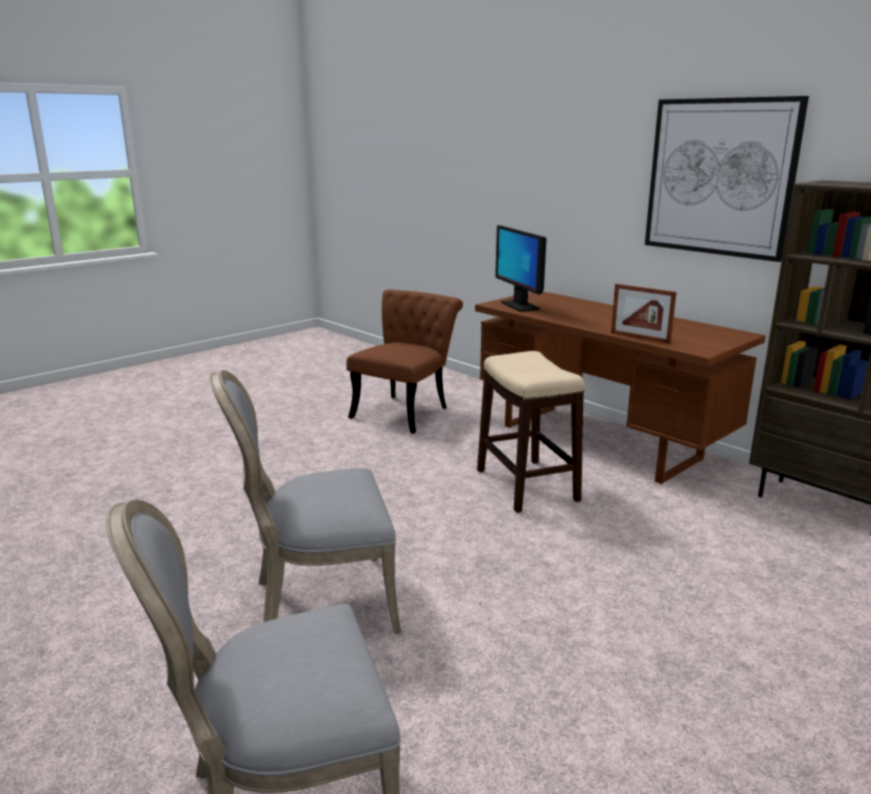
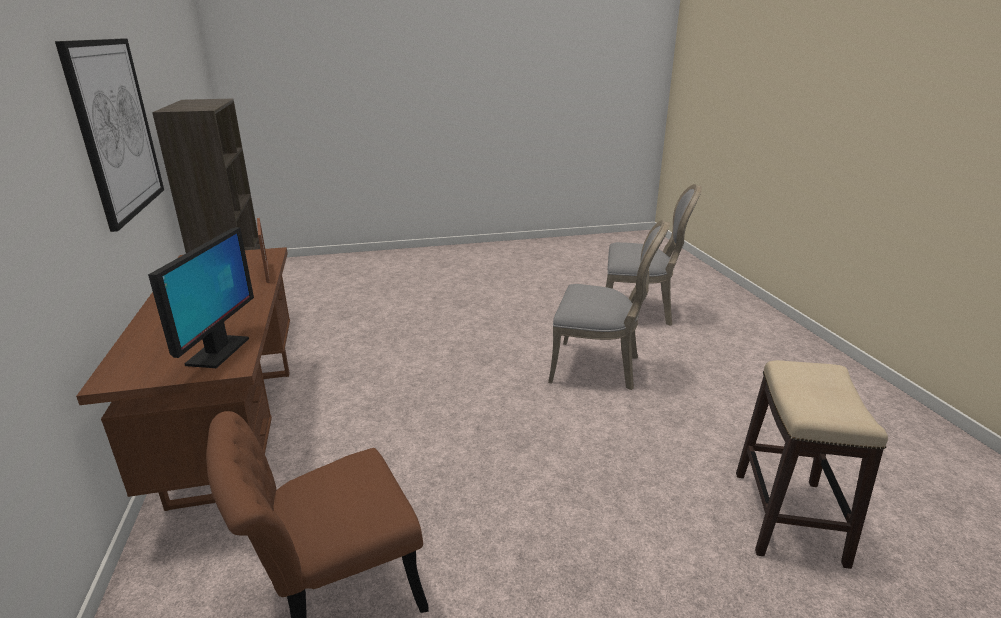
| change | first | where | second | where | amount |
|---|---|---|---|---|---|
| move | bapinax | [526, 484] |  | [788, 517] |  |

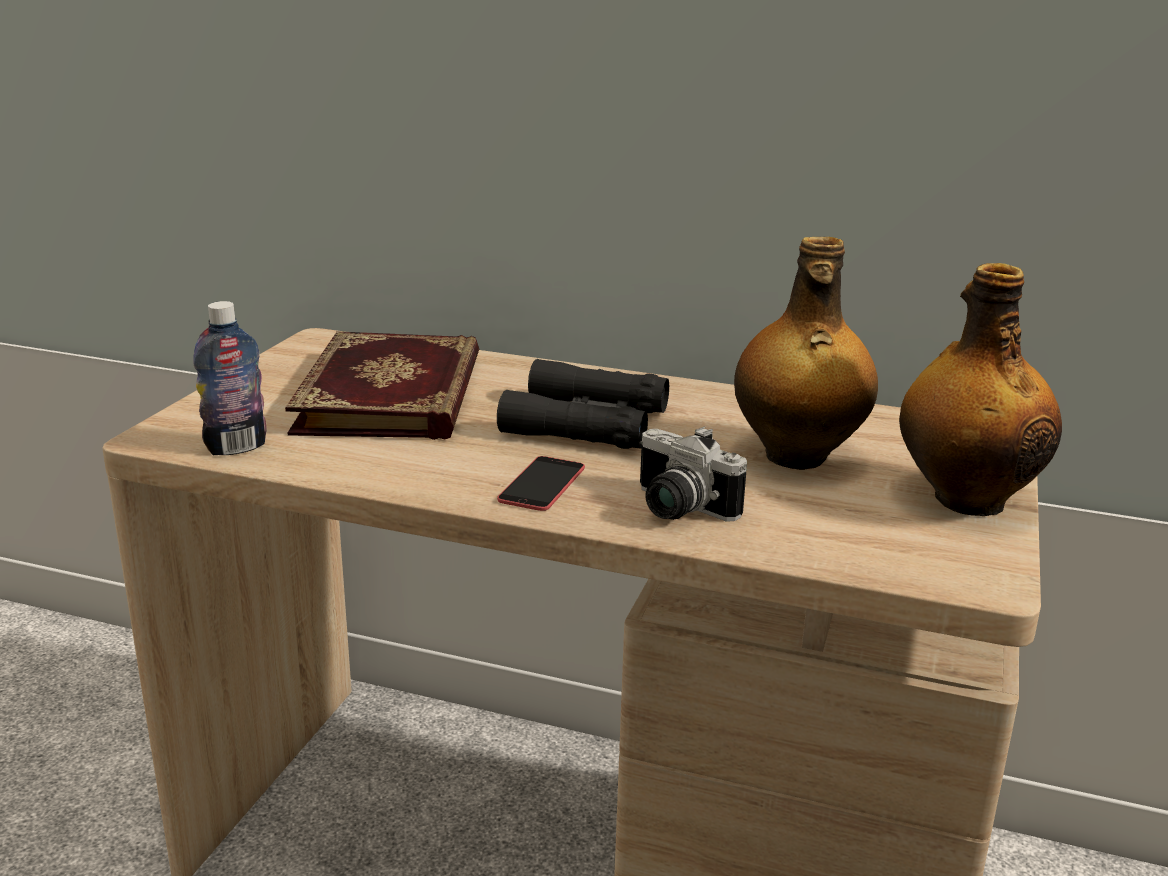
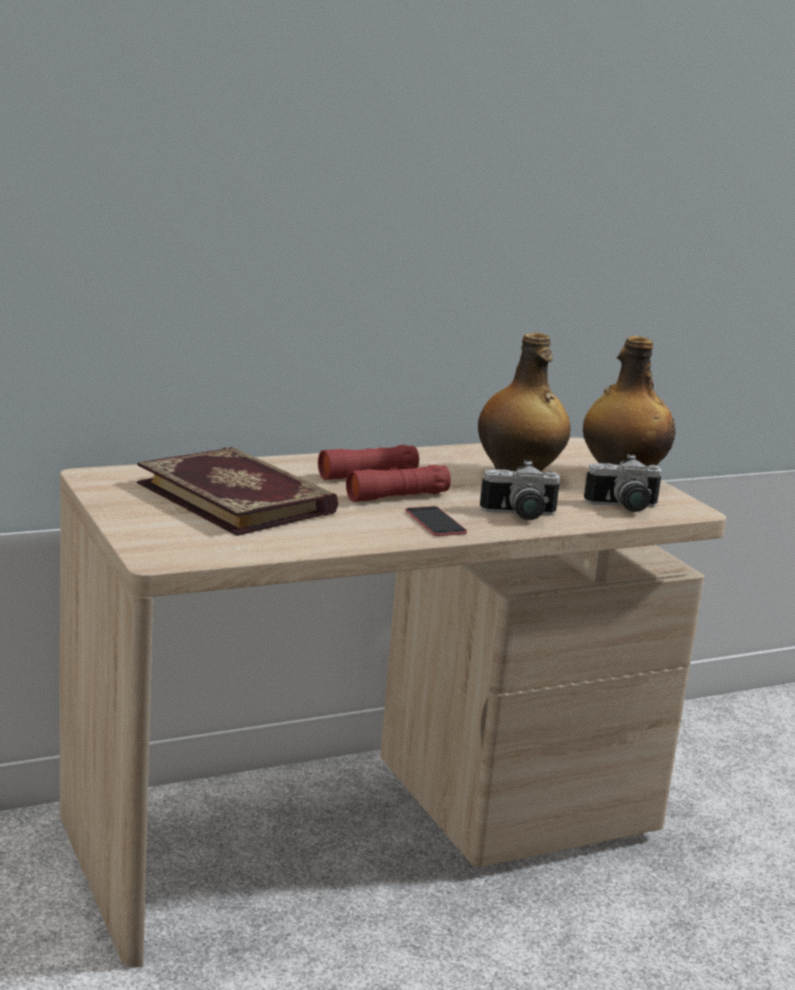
| change | first | where | second | where | amount |
|---|---|---|---|---|---|
| delete | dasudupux | [236, 447] |  |  |  |
| recolor | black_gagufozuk | [585, 422] | red_gagufozuk | [382, 486] |  |
| insert |  |  | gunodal | [624, 508] |  |

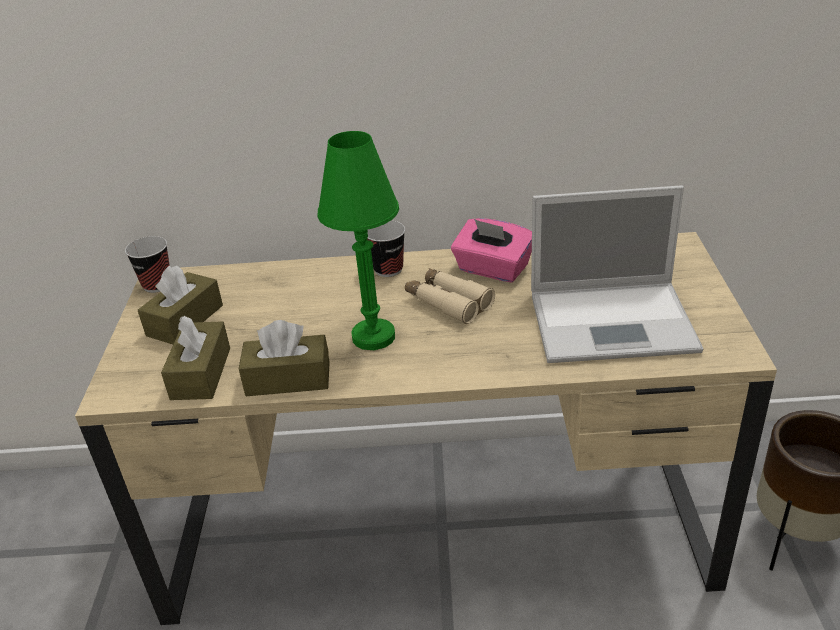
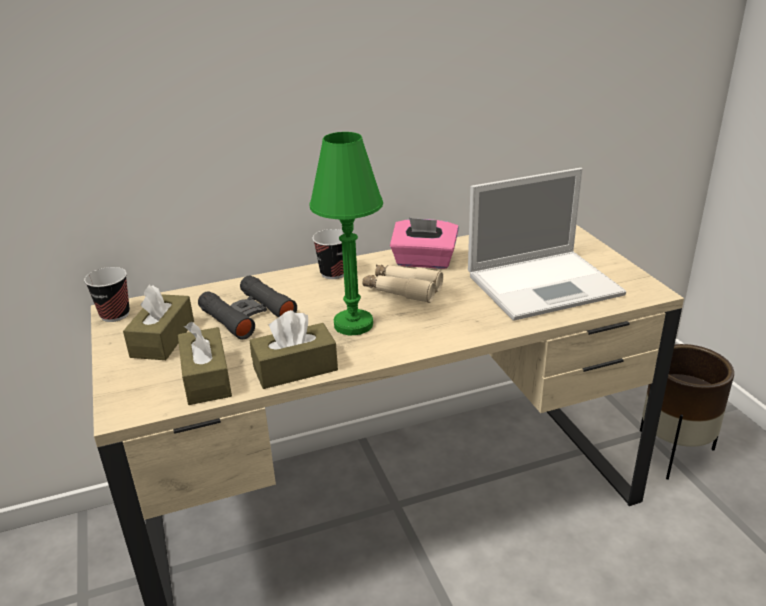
| change | first | where | second | where | amount |
|---|---|---|---|---|---|
| insert |  |  | black_gagufozuk | [248, 314] |  |

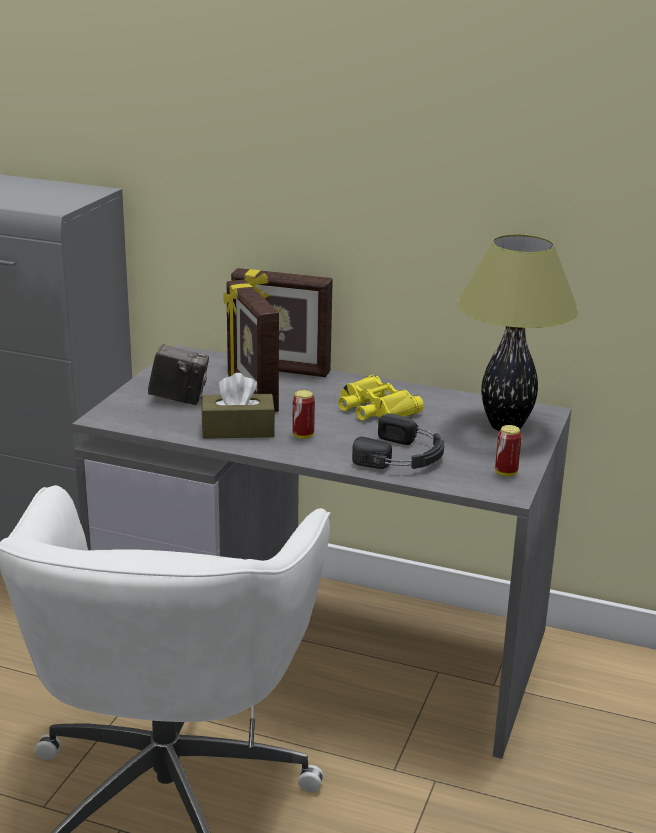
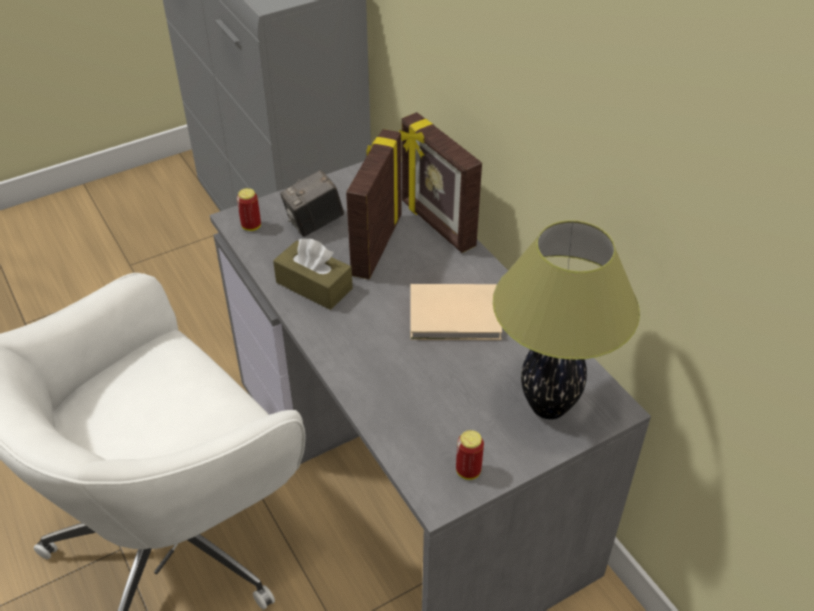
| change | first | where | second | where | amount |
|---|---|---|---|---|---|
| rotate | gunodal | [179, 399] |  | [314, 223] | 105 degrees clockwise |
| replace | yellow_gagufozuk | [375, 408] | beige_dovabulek | [457, 316] |  |
| move | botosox | [303, 436] |  | [251, 226] |  |
| delete | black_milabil | [403, 456] |  |  |  |

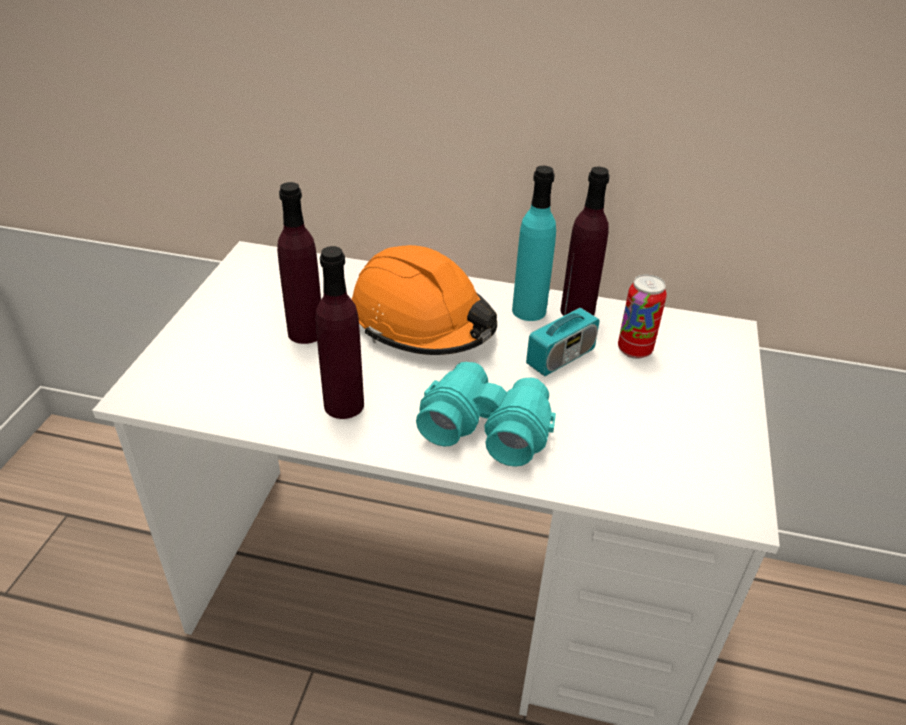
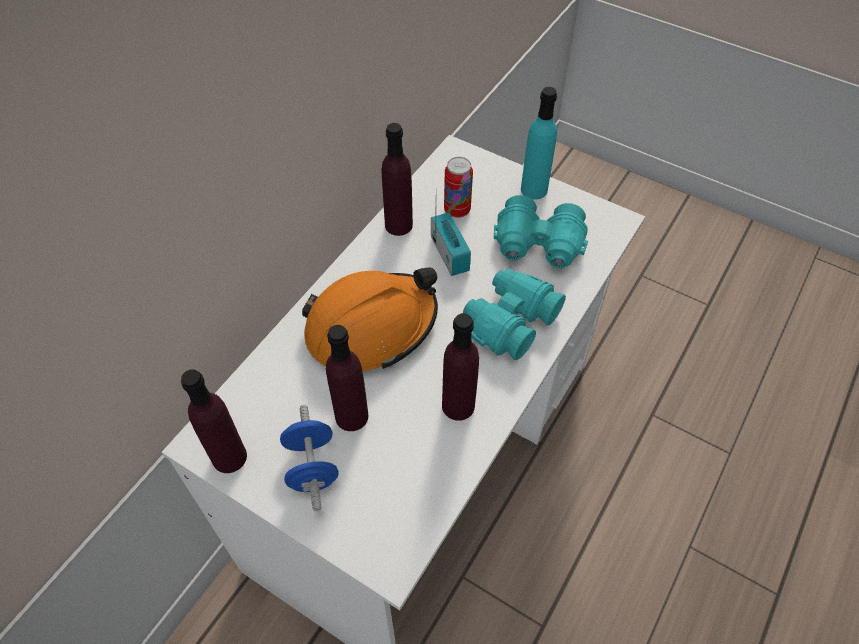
| change | first | where | second | where | amount |
|---|---|---|---|---|---|
| move | turquoise_dasudupux | [529, 310] |  | [534, 189] |  |
| insert |  |  | turquoise_gagufozuk | [538, 246] |  |
| insert |  |  | purple_dasudupux | [229, 457] |  |
| insert |  |  | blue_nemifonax | [312, 467] |  |

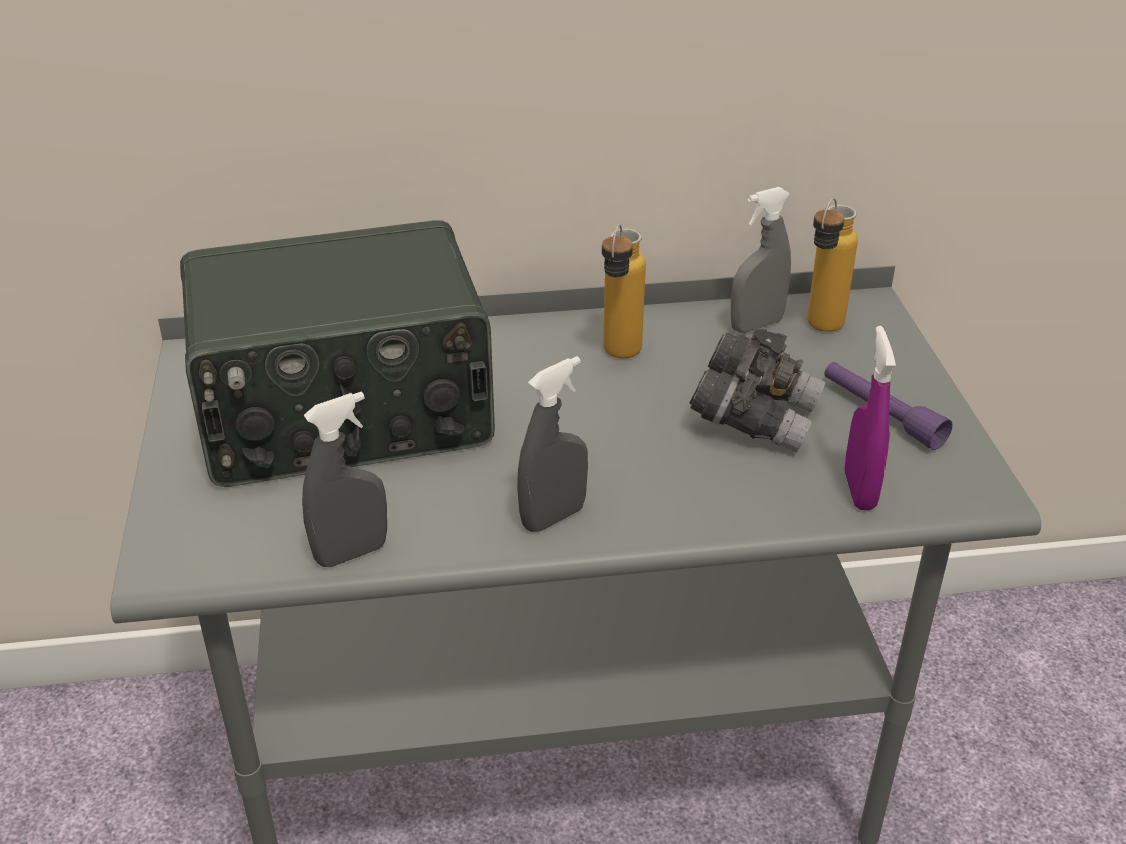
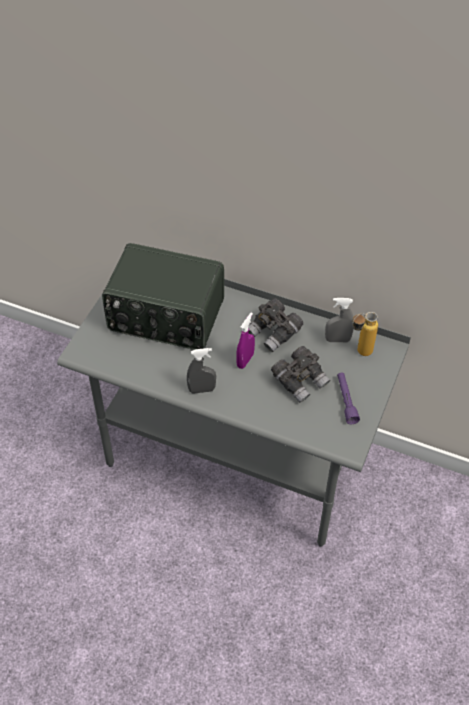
| change | first | where | second | where | amount |
|---|---|---|---|---|---|
| replace | dasudupux | [618, 358] | grey_gagufozuk | [274, 333] |  |
| move | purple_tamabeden | [859, 491] |  | [245, 360] |  |
| delete | grey_tamabeden | [351, 553] |  |  |  |

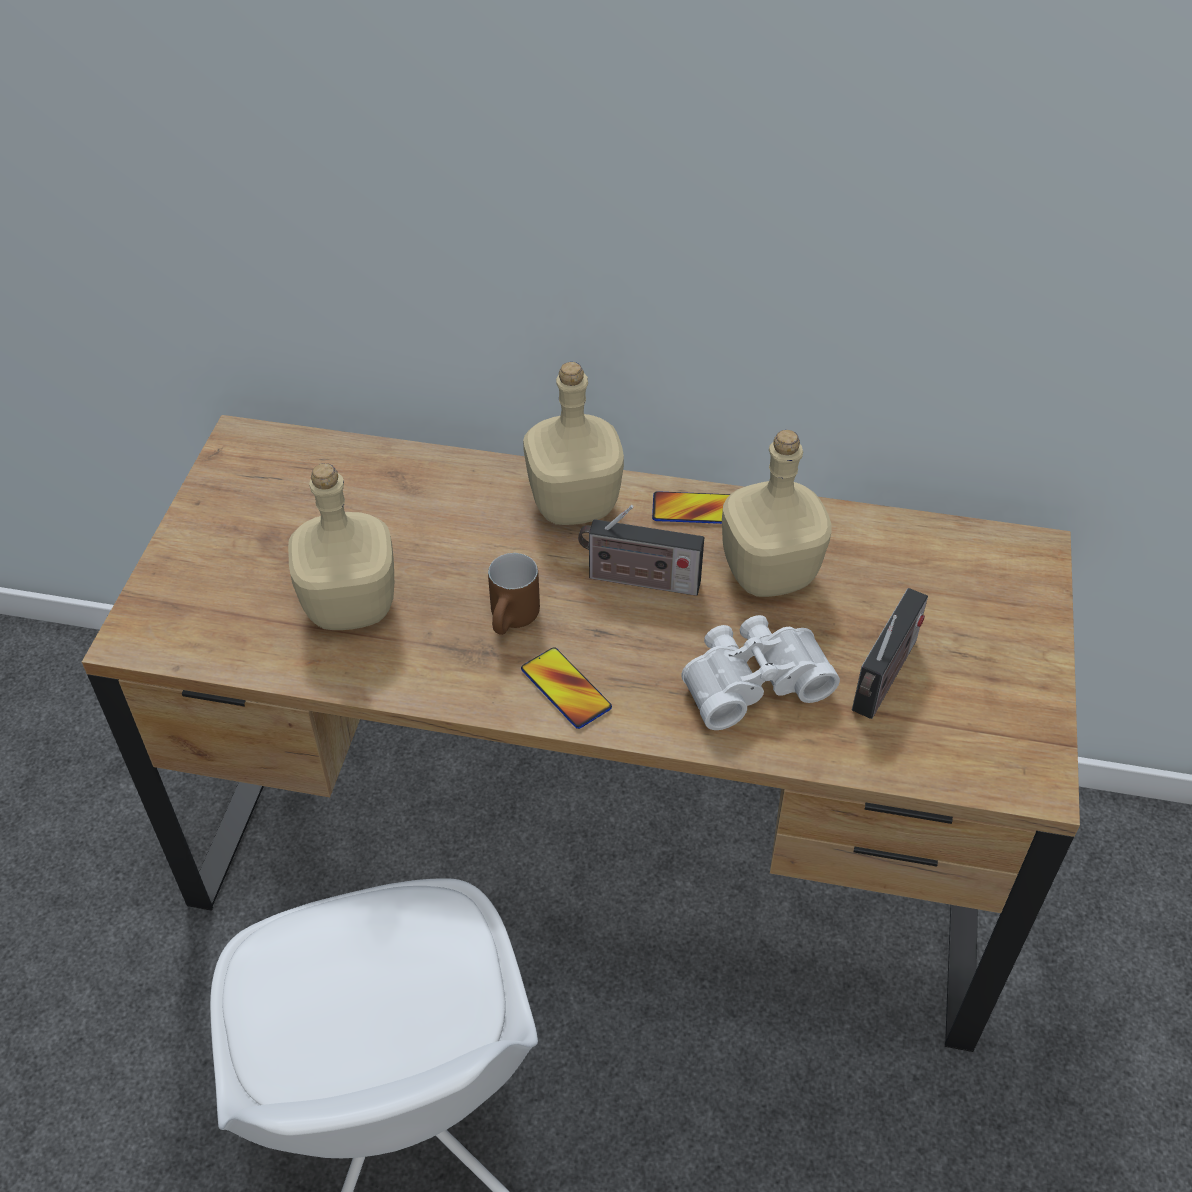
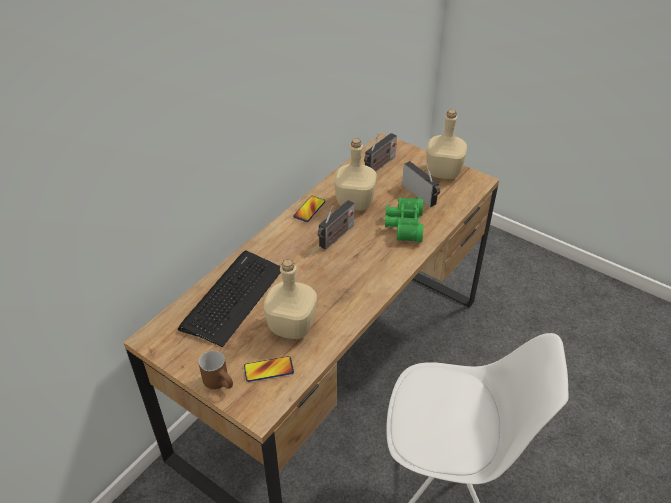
| change | first | where | second | where | amount |
|---|---|---|---|---|---|
| move | beige_dasudupux | [573, 503] |  | [442, 172] |  |
| move | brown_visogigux | [515, 622] |  | [221, 382] |  |
| recolor | white_gagufozuk | [752, 680] | green_gagufozuk | [403, 225] |  |
| move | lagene | [566, 689] |  | [269, 369] |  |
| insert |  |  | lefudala | [379, 165] |  |
| insert |  |  | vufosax | [233, 297] |  |

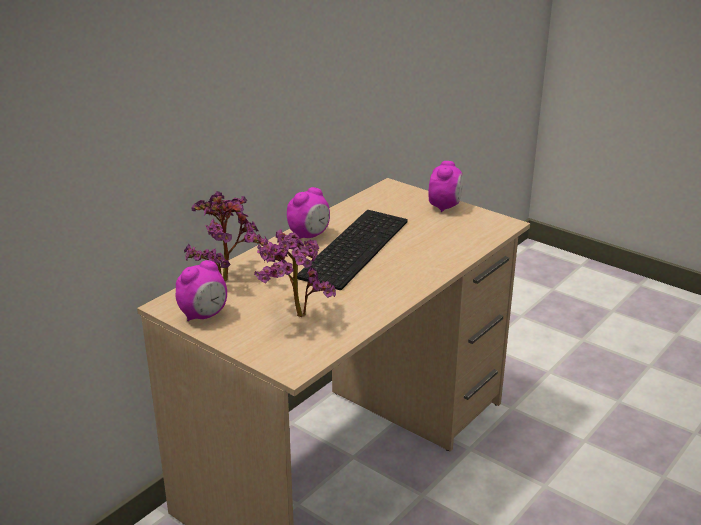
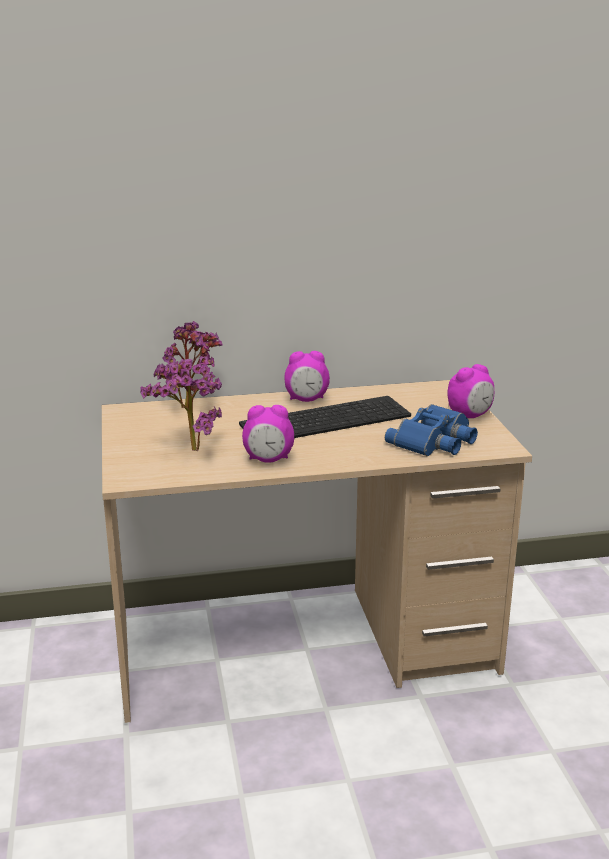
| change | first | where | second | where | amount |
|---|---|---|---|---|---|
| move | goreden | [204, 315] |  | [268, 460] |  |
| insert |  |  | blue_gagufozuk | [435, 441] |  |

